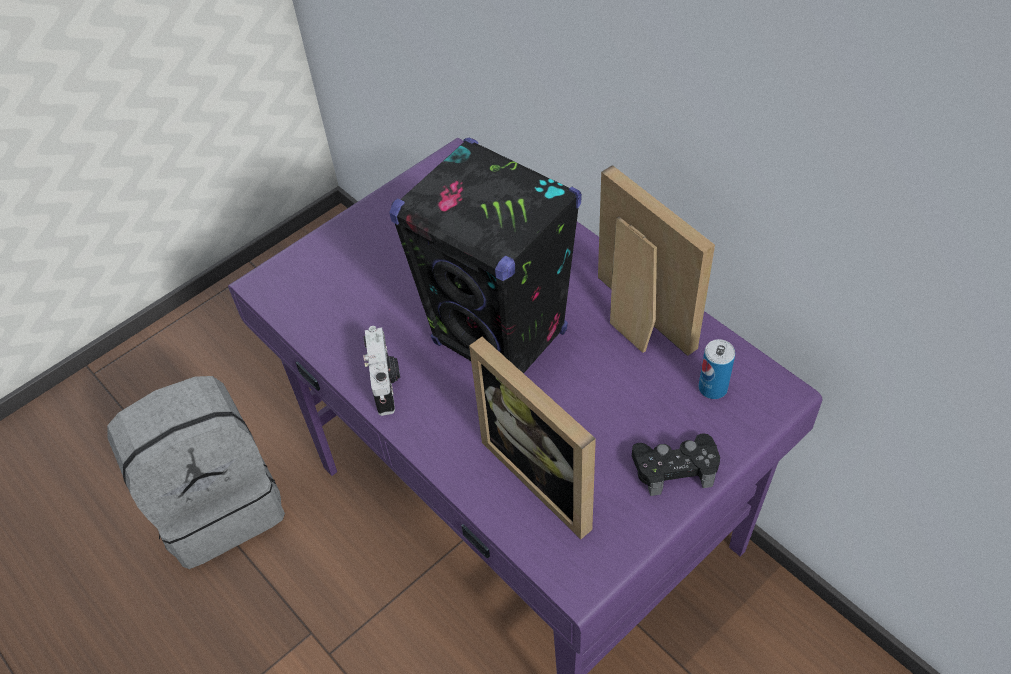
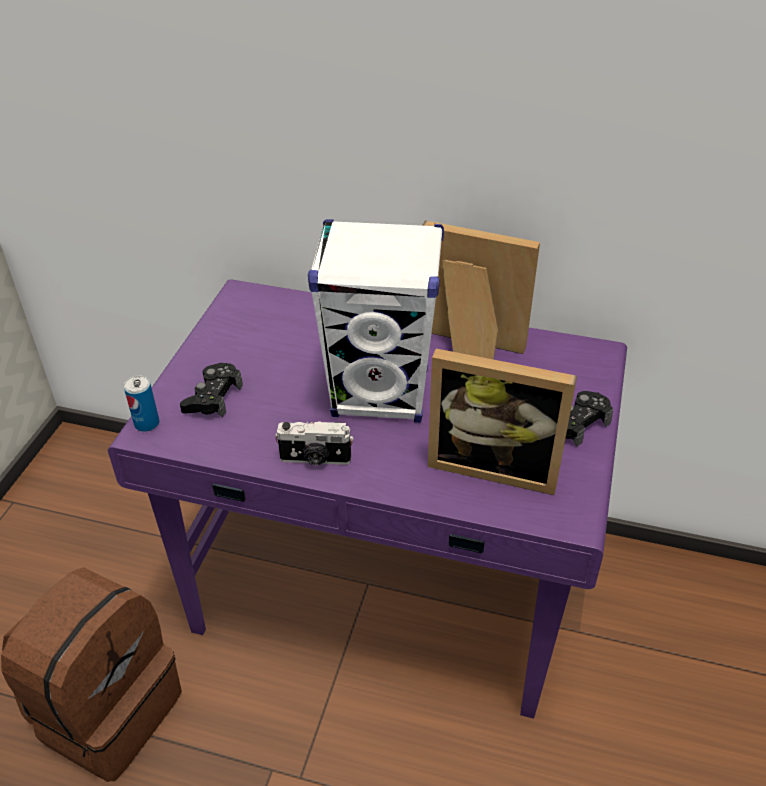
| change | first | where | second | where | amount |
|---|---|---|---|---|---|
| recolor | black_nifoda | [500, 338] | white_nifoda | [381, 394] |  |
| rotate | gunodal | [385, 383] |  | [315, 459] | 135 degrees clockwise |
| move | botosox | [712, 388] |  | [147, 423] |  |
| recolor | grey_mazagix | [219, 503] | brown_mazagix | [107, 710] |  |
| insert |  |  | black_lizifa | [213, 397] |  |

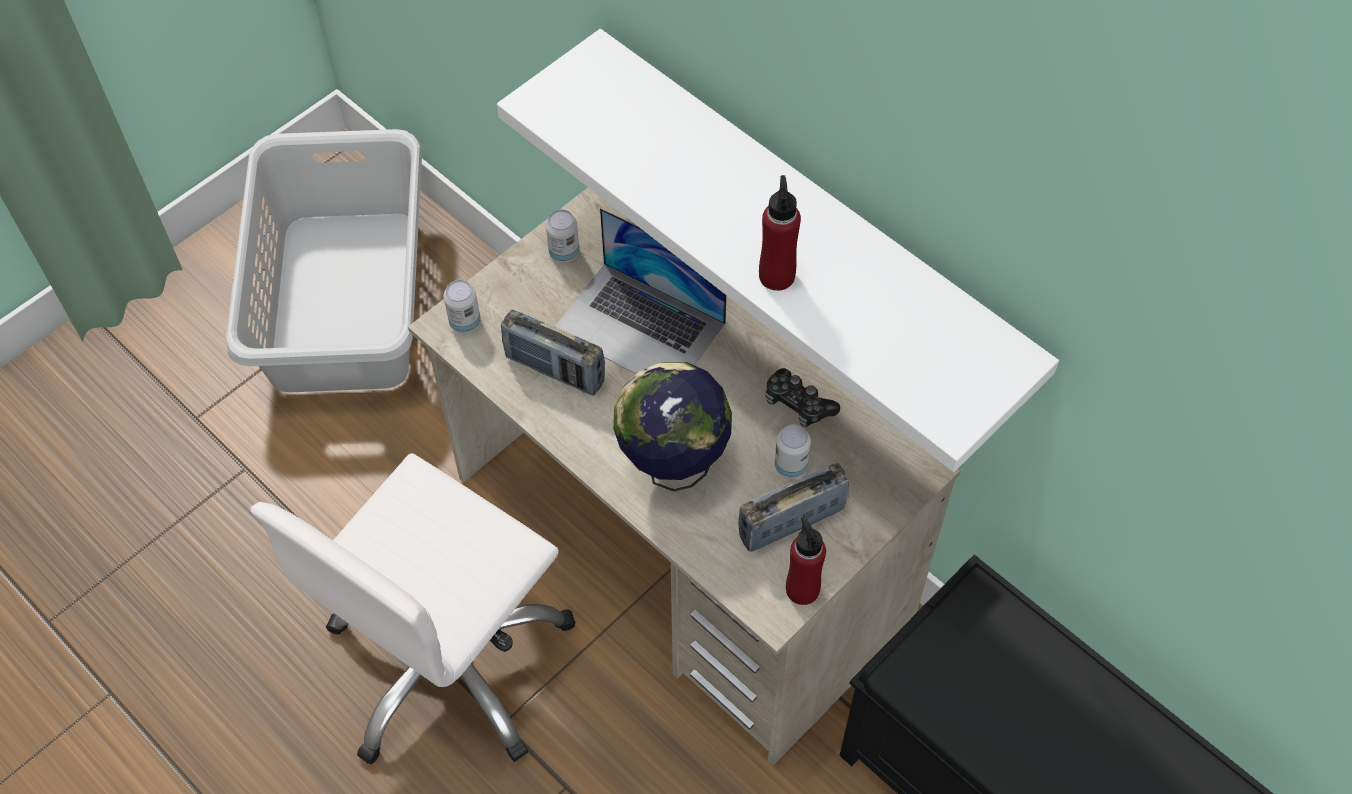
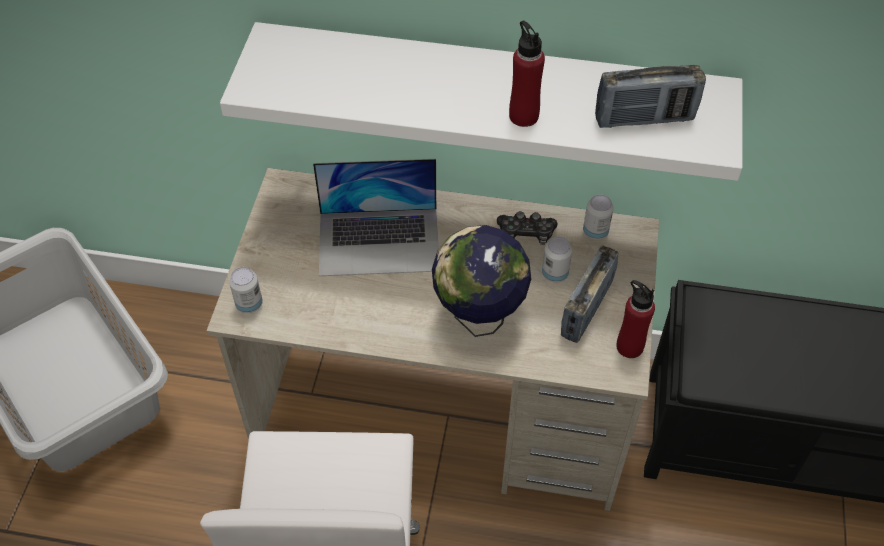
| change | first | where | second | where | amount |
|---|---|---|---|---|---|
| move | botosox | [564, 252] |  | [595, 232] |  |
| move | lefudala | [555, 370] |  | [644, 118] |  |

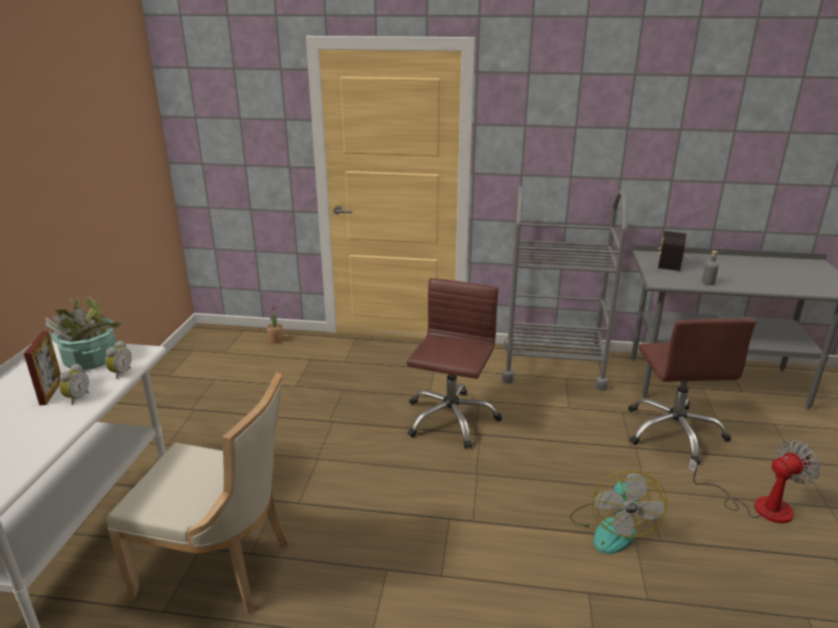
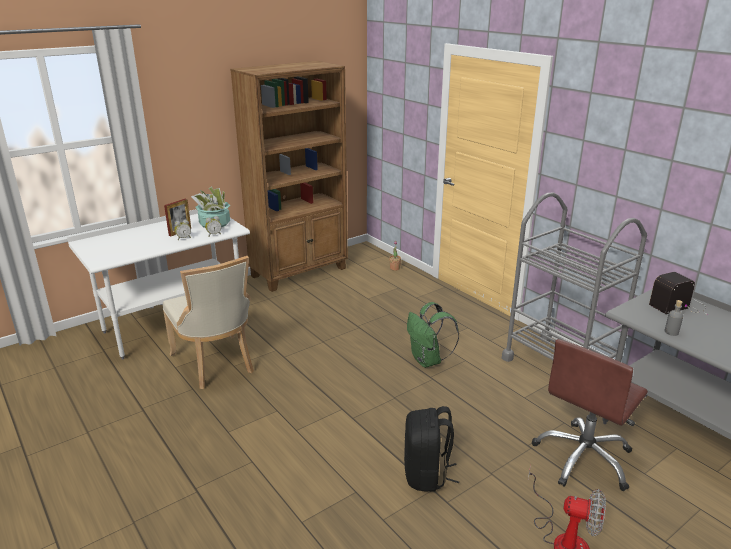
| change | first | where | second | where | amount |
|---|---|---|---|---|---|
| replace | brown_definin | [450, 419] | green_mazagix | [428, 360] |  |
| replace | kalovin | [611, 528] | black_mazagix | [426, 475] |  |
| insert |  |  | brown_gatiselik | [300, 272] |  |

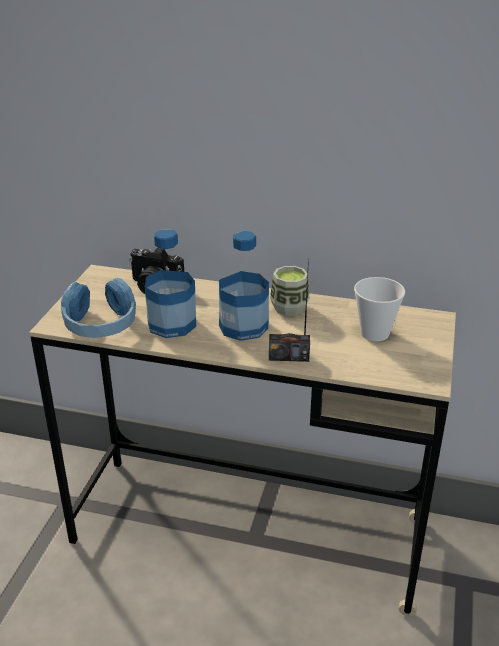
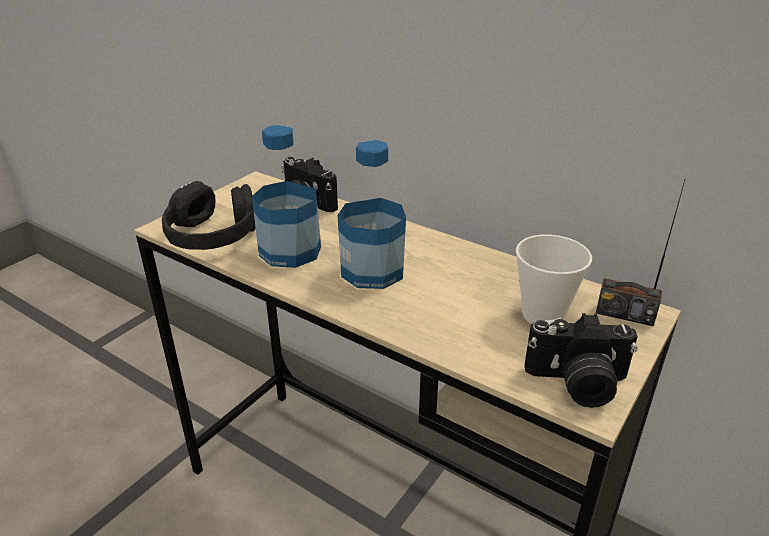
| change | first | where | second | where | amount |
|---|---|---|---|---|---|
| move | lefudala | [288, 356] |  | [625, 314] |  |
| delete | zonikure | [289, 308] |  |  |  |
| recolor | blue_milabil | [100, 324] | black_milabil | [213, 235] |  |
| insert |  |  | gunodal | [577, 384] |  |

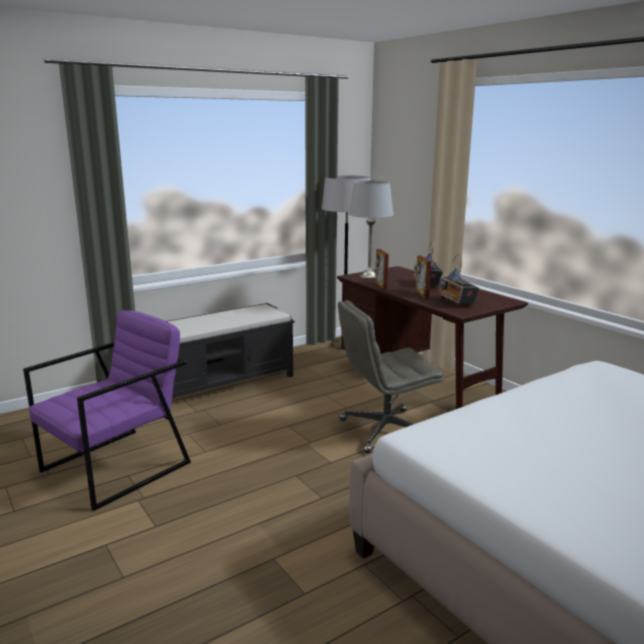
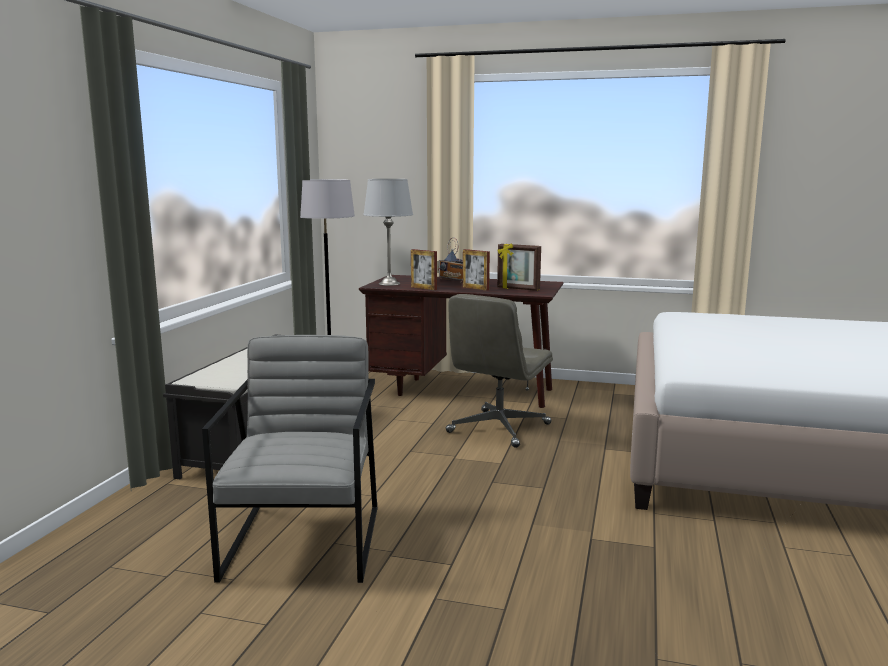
| change | first | where | second | where | amount |
|---|---|---|---|---|---|
| replace | lefudala | [456, 302] | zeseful | [518, 289] |  |
| recolor | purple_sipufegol | [116, 467] | grey_sipufegol | [304, 542] |  |

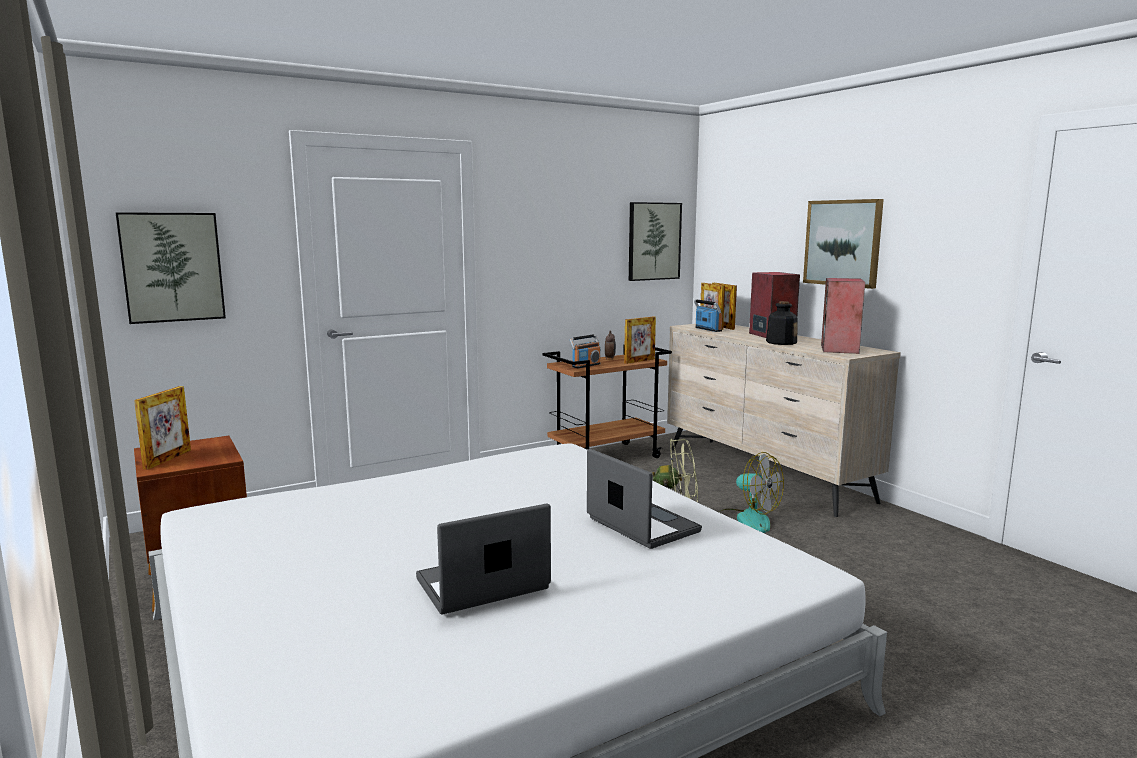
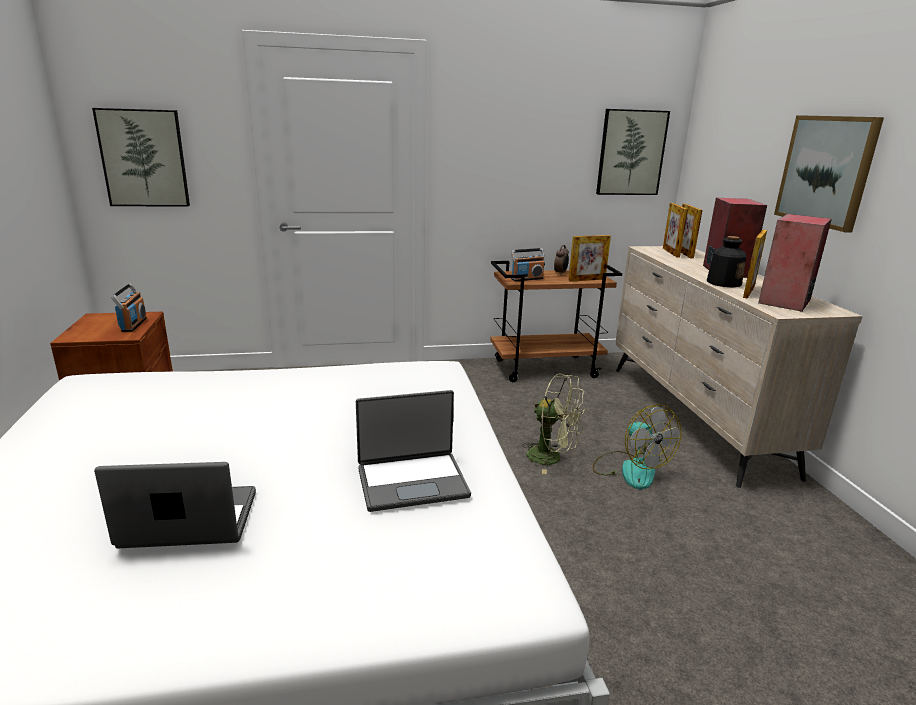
| change | first | where | second | where | amount |
|---|---|---|---|---|---|
| move | lefudala | [708, 329] |  | [133, 325] |  |
| move | zeseful | [167, 459] |  | [748, 292] |  |
| rotate | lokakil | [641, 525] |  | [412, 481] | 90 degrees clockwise |

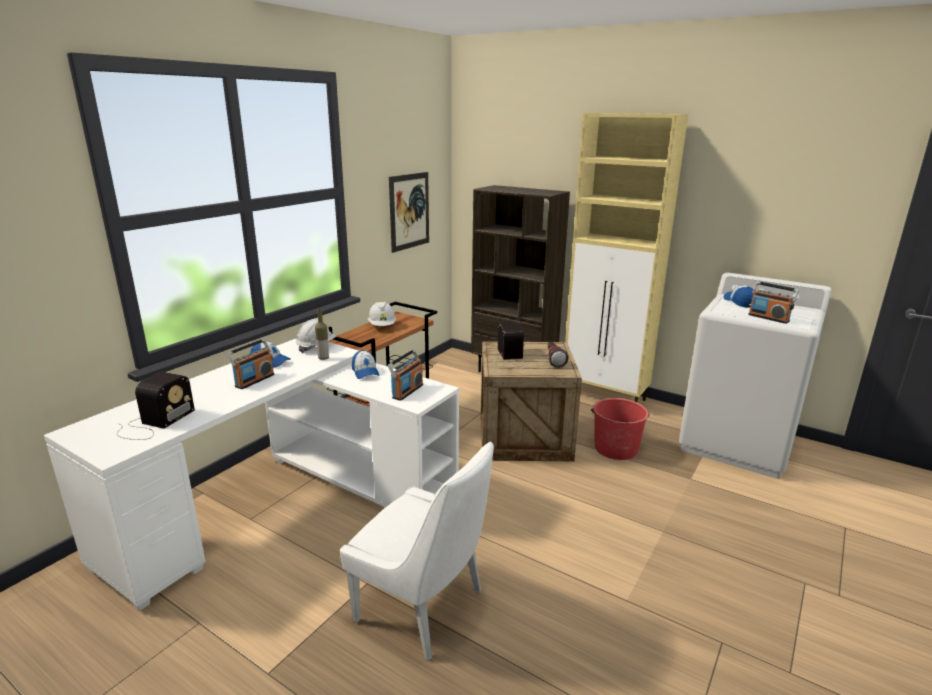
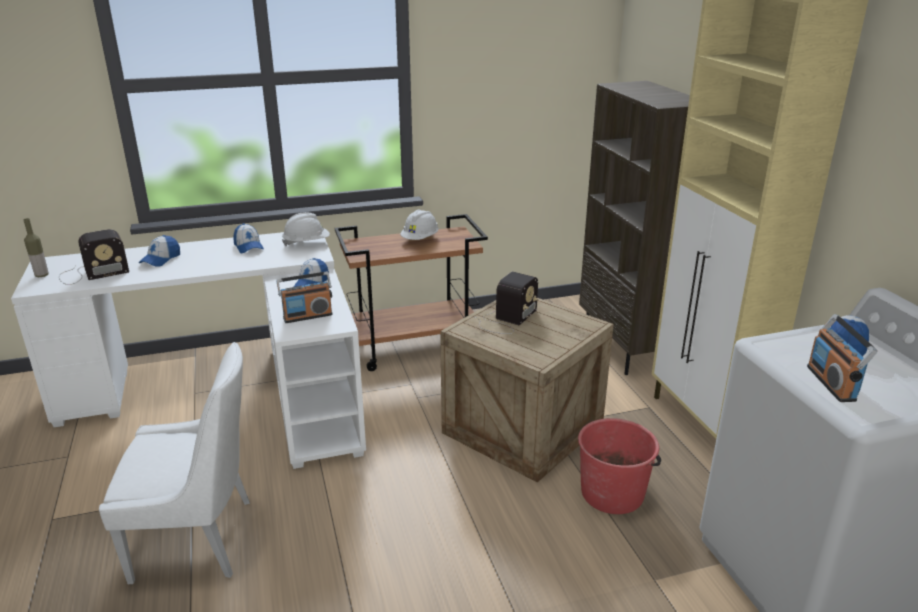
| change | first | where | second | where | amount |
|---|---|---|---|---|---|
| delete | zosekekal | [409, 211] |  |  |  |
| move | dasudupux | [323, 358] |  | [42, 275] |  |
| delete | lefudala | [254, 380] |  |  |  |
| delete | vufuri | [553, 360] |  |  |  |
| rotate | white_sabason | [423, 607] |  | [199, 539] | 75 degrees counterclockwise |
| insert |  |  | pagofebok | [161, 259] |  |

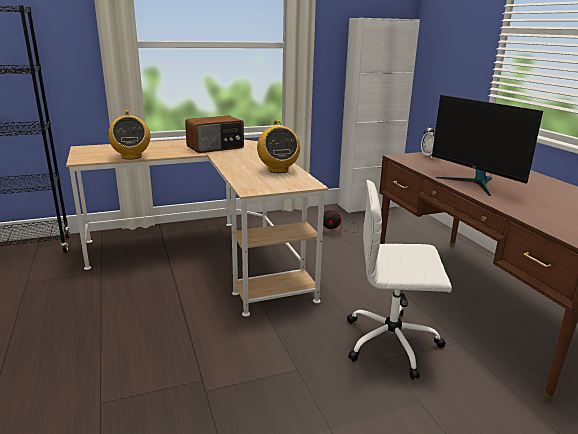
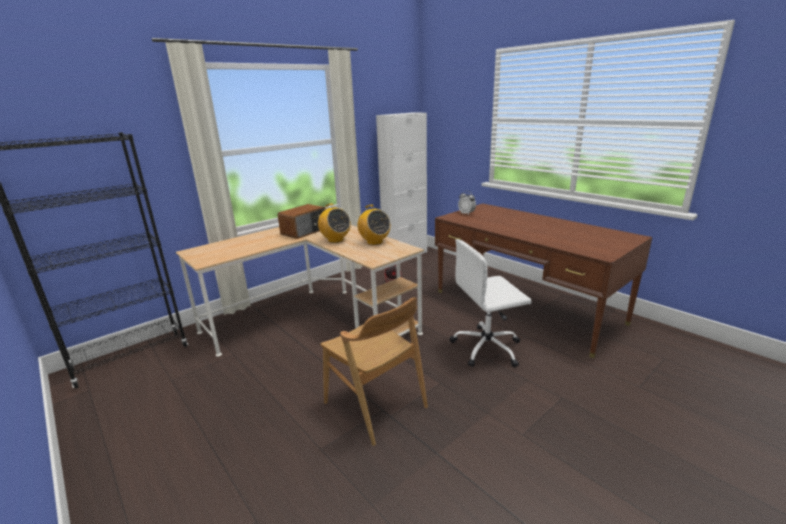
| change | first | where | second | where | amount |
|---|---|---|---|---|---|
| delete | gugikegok | [474, 183] |  |  |  |
| move | lefudala | [131, 156] |  | [335, 240] |  |
| insert |  |  | brown_sabason | [375, 405] |  |

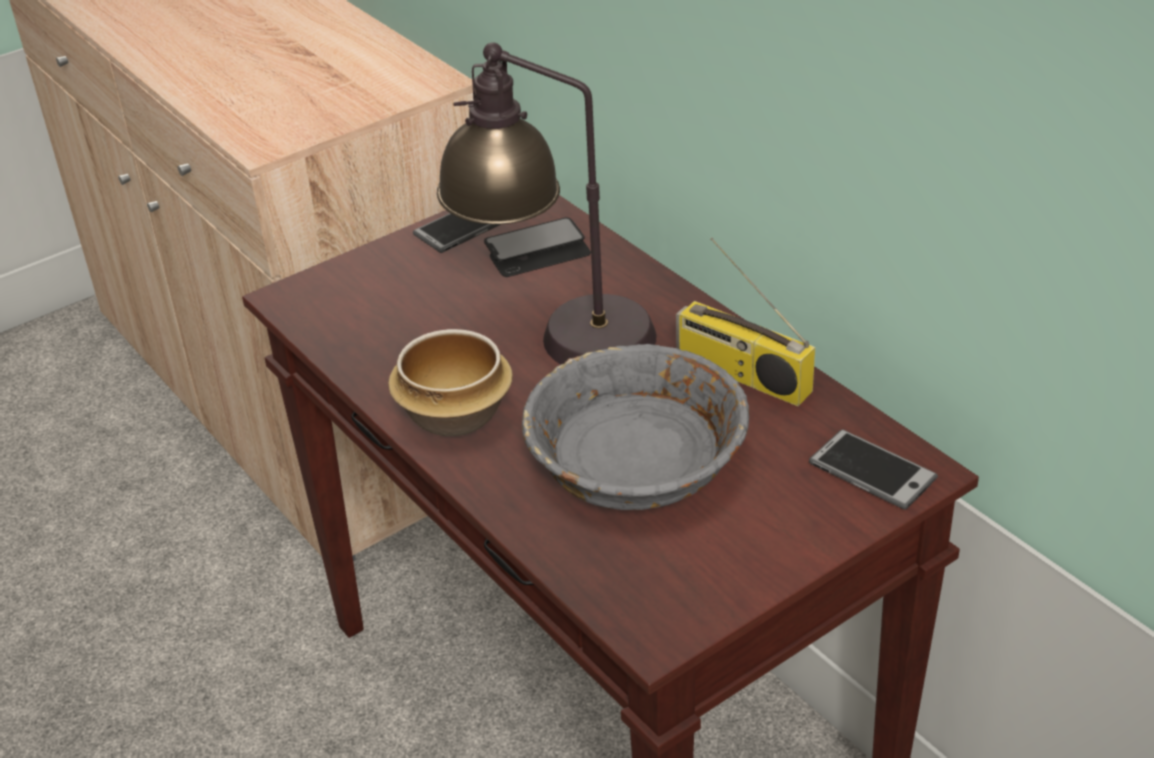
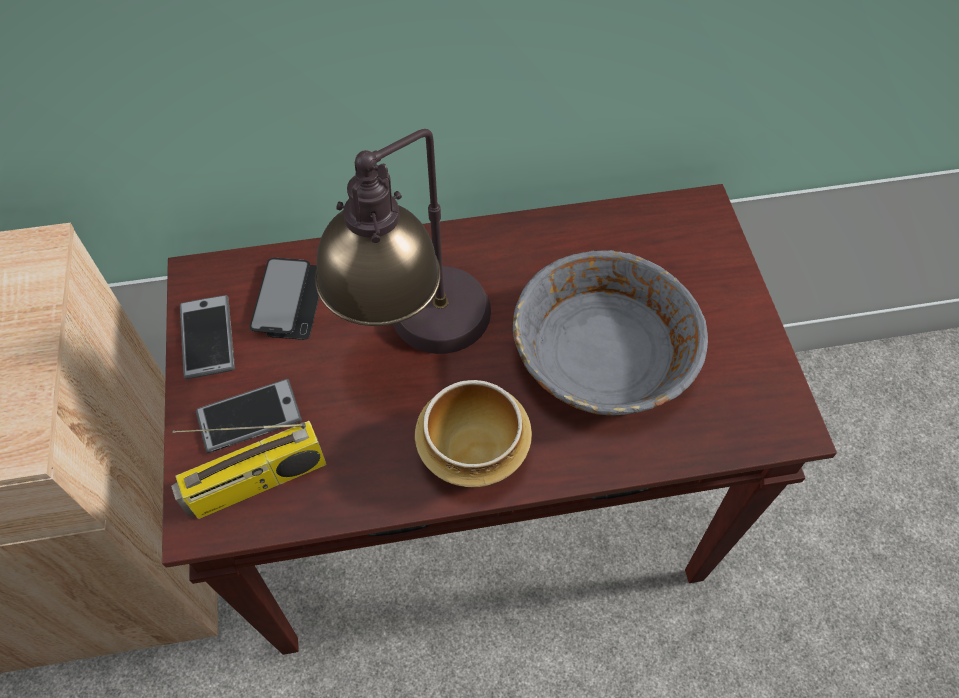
| change | first | where | second | where | amount |
|---|---|---|---|---|---|
| move | lefudala | [740, 374] |  | [257, 484] |  |
| move | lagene | [872, 471] |  | [249, 416] |  |

